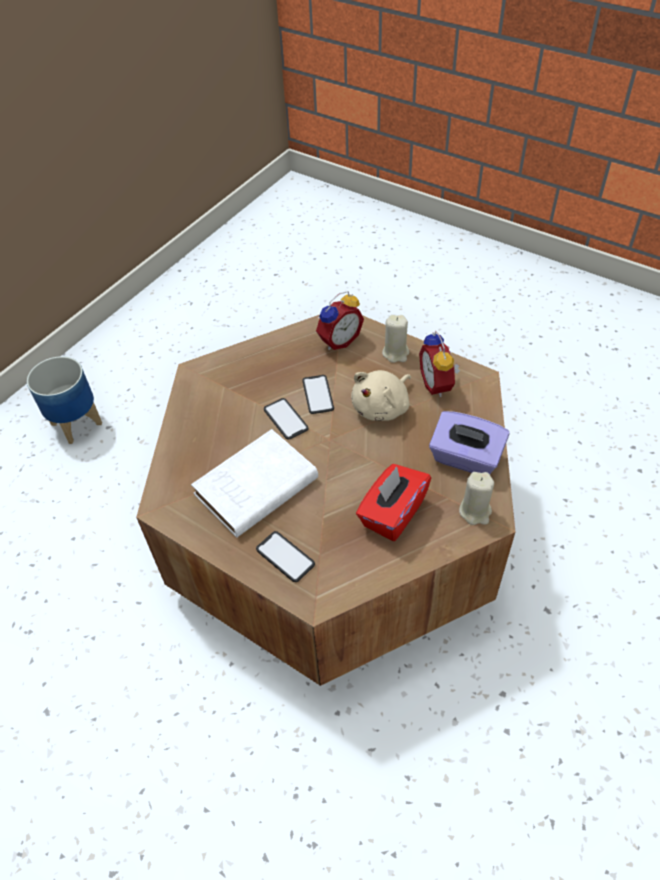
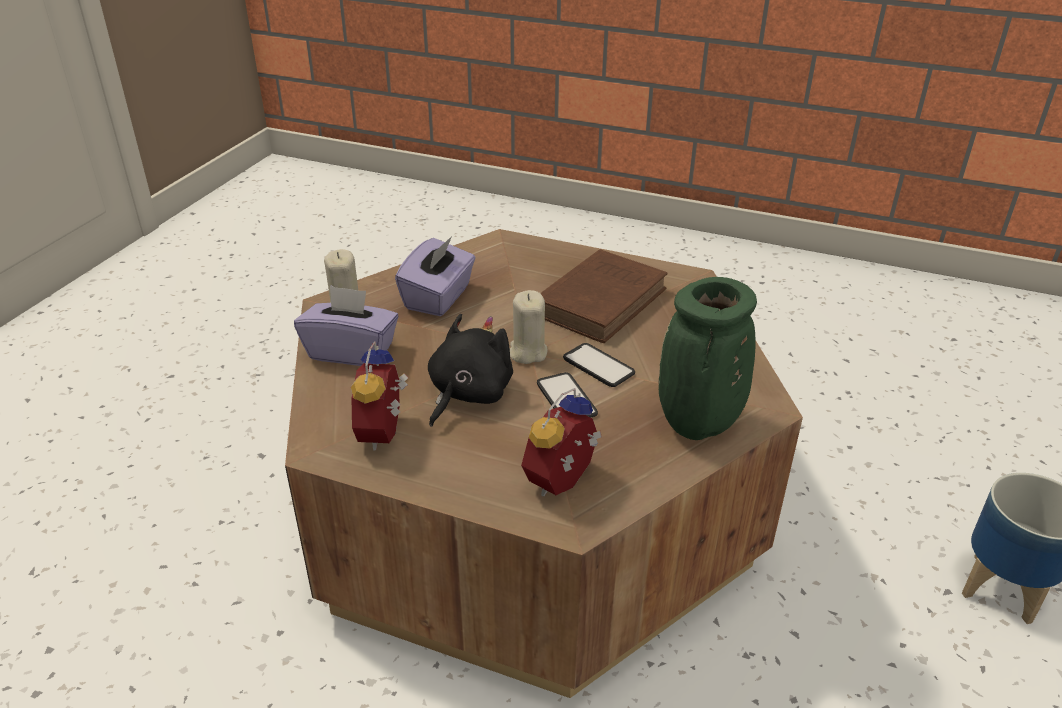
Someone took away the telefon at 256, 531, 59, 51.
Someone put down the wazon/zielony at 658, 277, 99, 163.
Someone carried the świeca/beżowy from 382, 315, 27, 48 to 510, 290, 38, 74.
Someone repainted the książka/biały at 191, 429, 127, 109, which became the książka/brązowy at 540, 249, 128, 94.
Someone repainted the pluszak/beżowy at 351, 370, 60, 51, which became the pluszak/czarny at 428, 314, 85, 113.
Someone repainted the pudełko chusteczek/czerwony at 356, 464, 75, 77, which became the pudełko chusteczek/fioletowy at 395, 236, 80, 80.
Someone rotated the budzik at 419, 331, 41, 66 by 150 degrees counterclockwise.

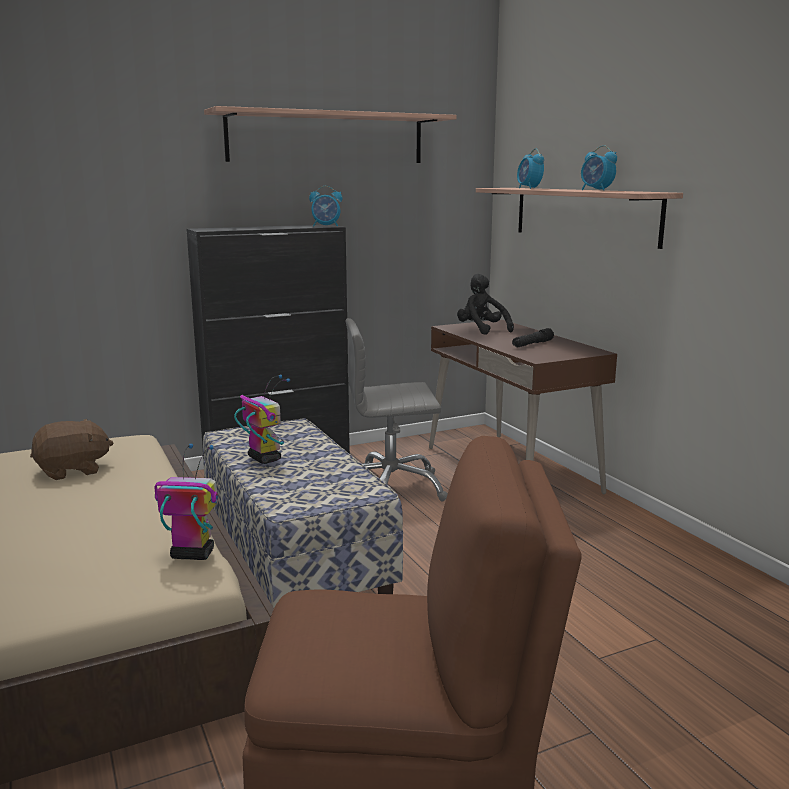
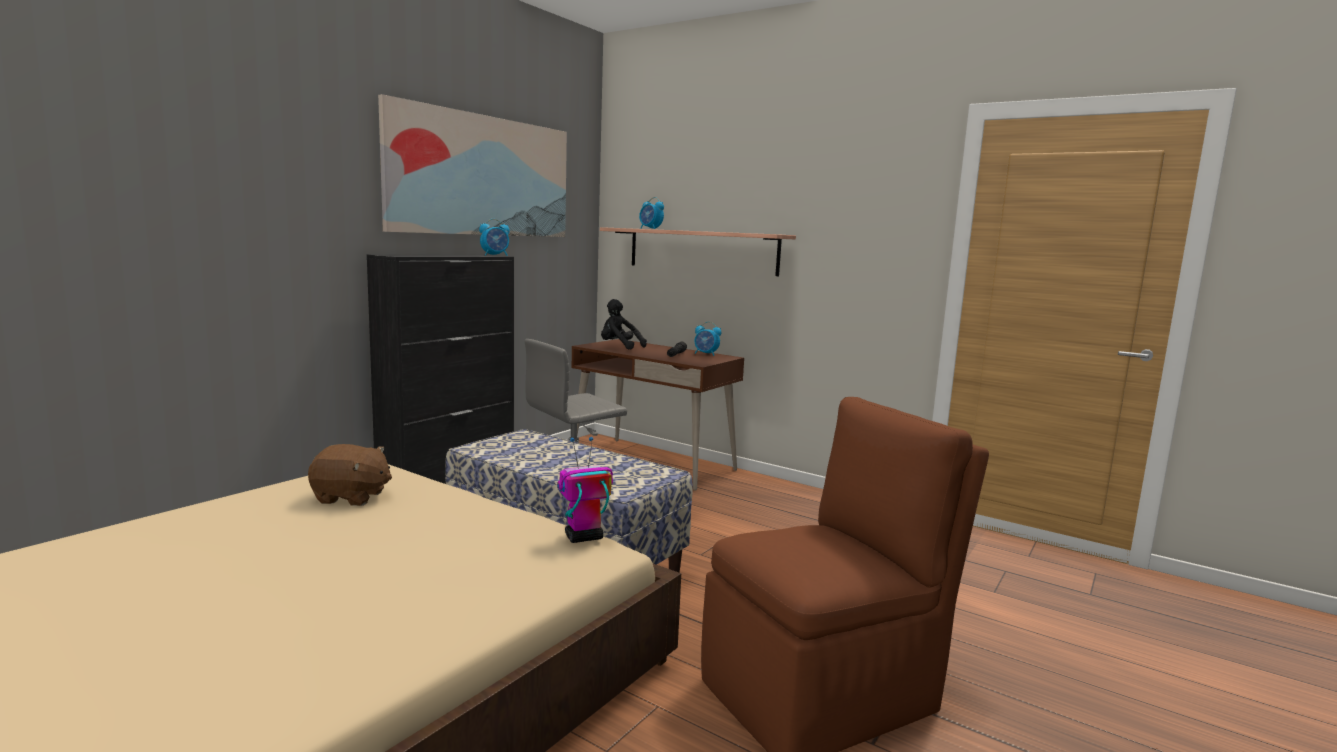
Someone took away the robot zabawkowy at 234, 375, 56, 89.
Someone carried the budzik from 581, 145, 36, 46 to 695, 322, 27, 34.
Someone swapped the półka at 204, 106, 253, 57 for the obraz at 378, 94, 189, 143.
Someone rotated the pluszak/brązowy at 30, 419, 83, 61 by 60 degrees clockwise.

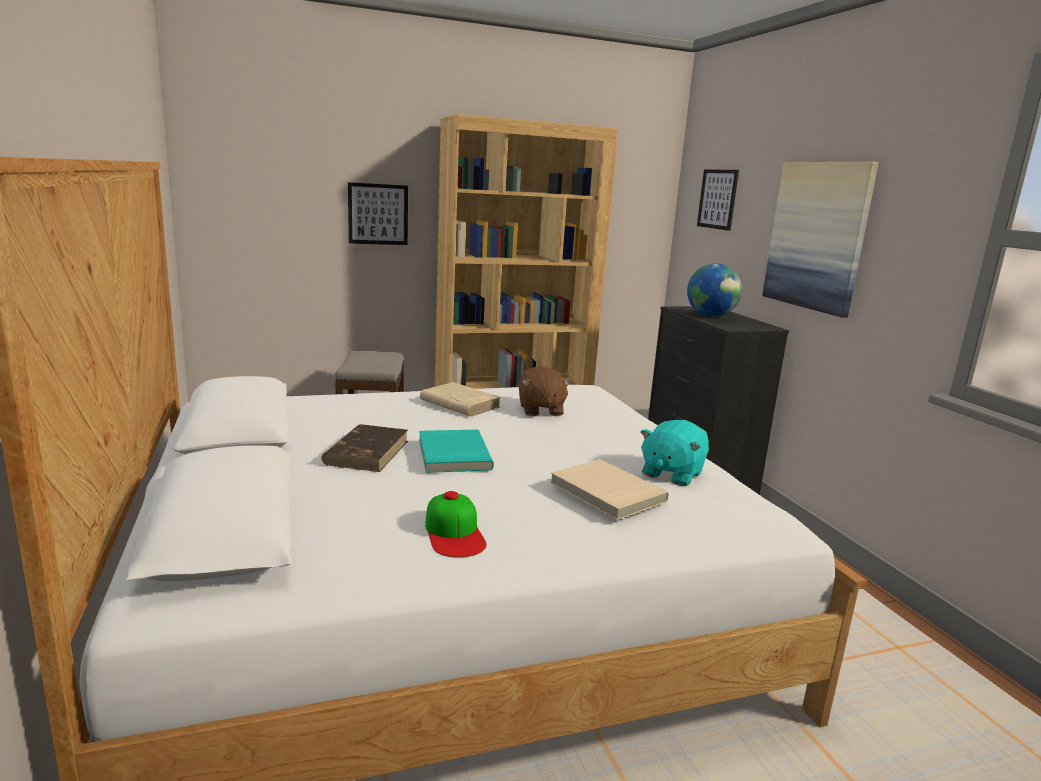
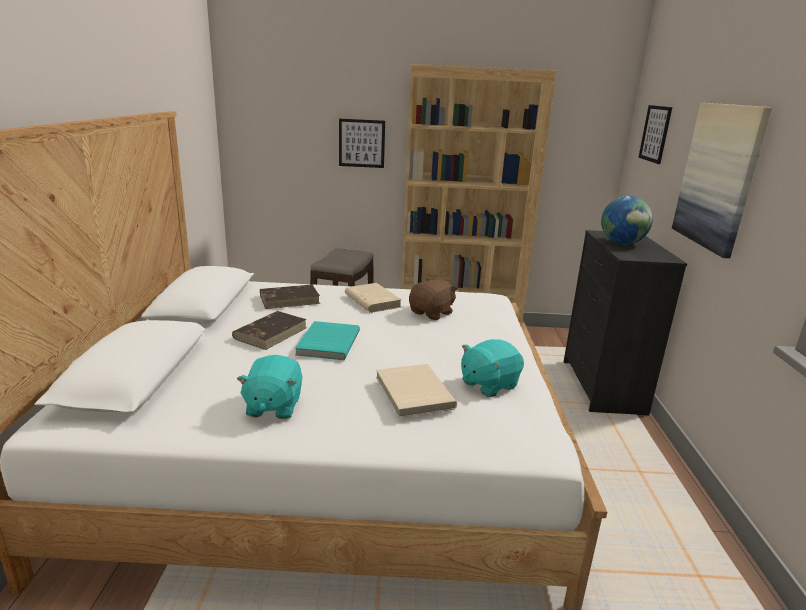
Someone put down the książka/brązowy at 260, 284, 60, 25.
Someone swapped the czapka z daszkiem at 425, 491, 61, 67 for the pluszak/turkusowy at 237, 355, 66, 64.
Someone rotated the pluszak/brązowy at 519, 366, 52, 50 by 150 degrees counterclockwise.

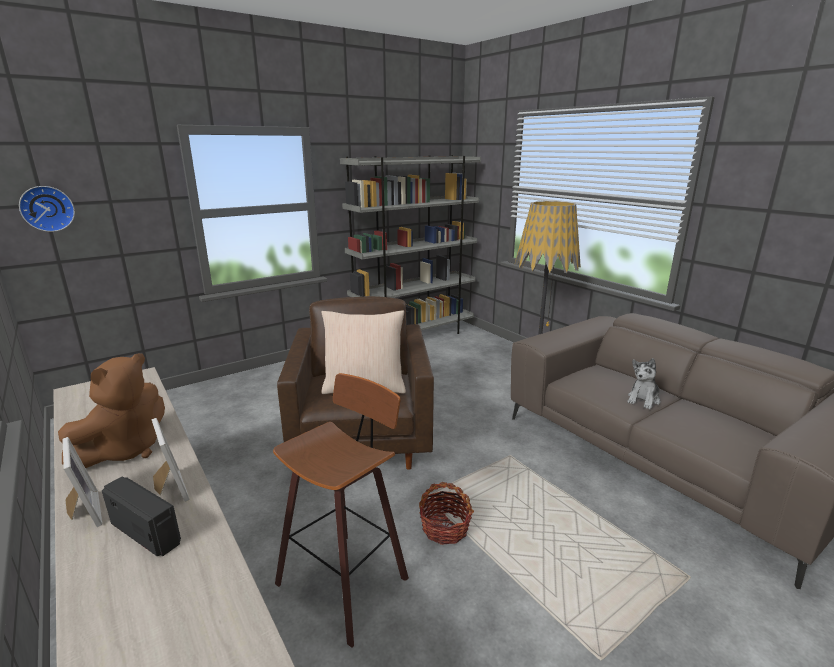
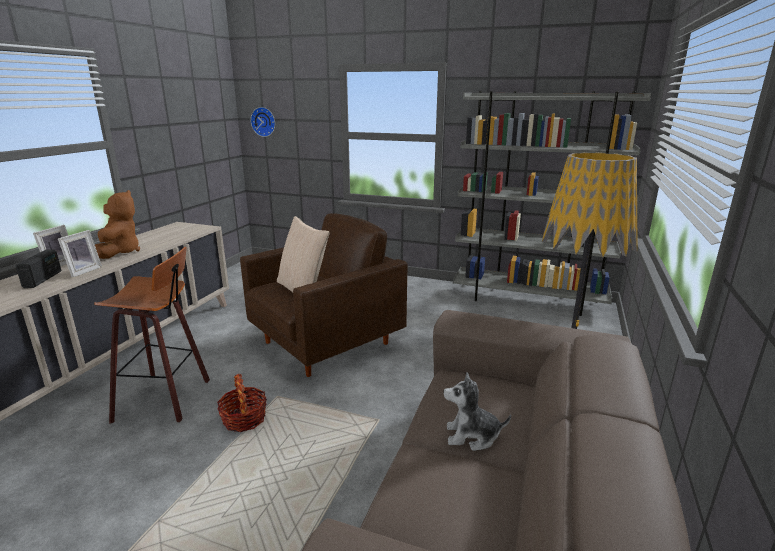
Someone rotated the pluszak/brązowy at 58, 353, 107, 115 by 90 degrees counterclockwise.

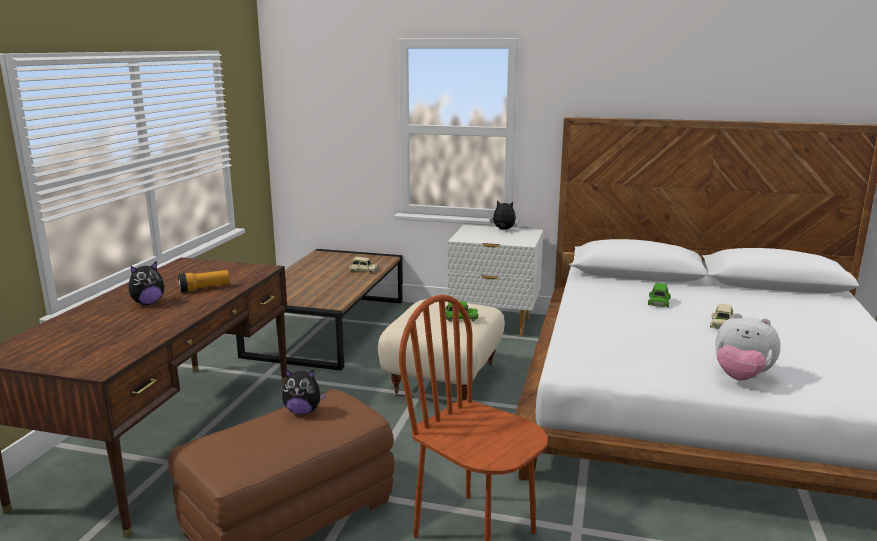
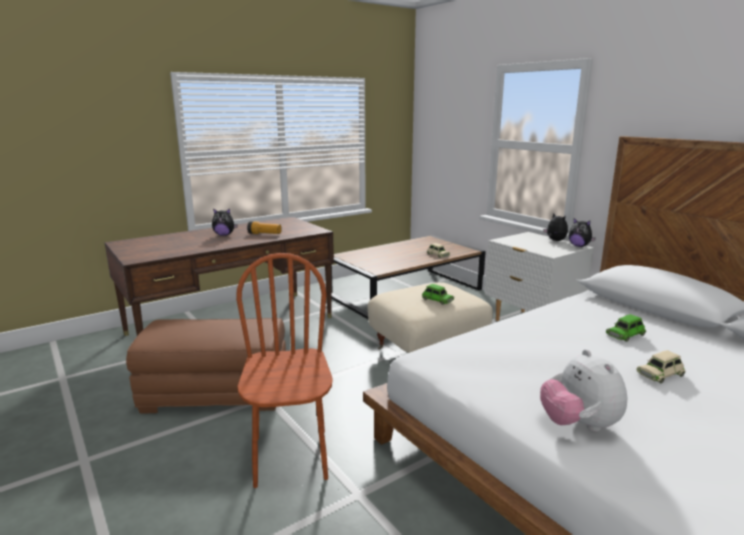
Someone carried the pluszak from 282, 369, 44, 46 to 569, 218, 27, 29.

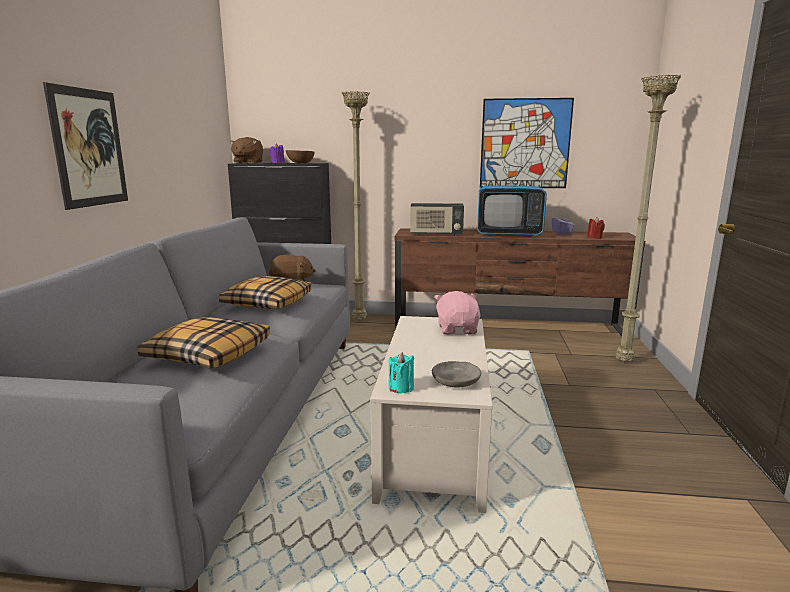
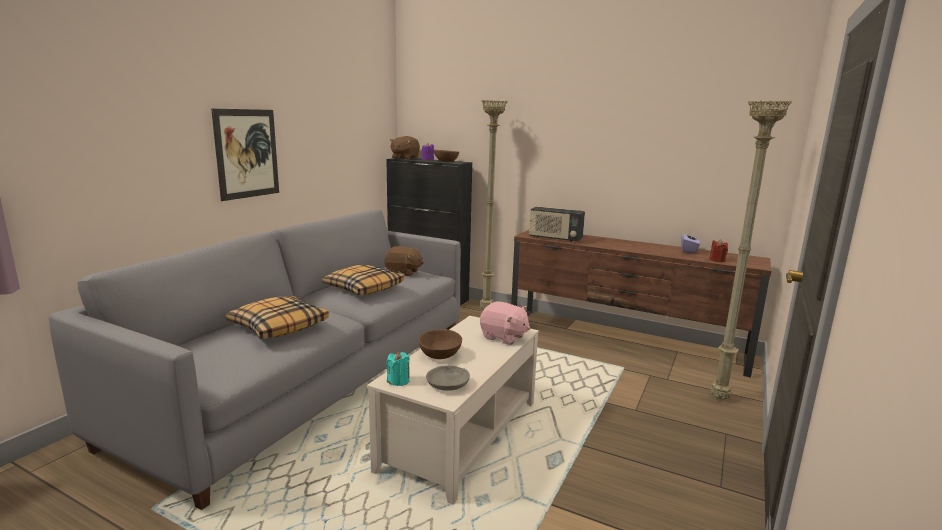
Someone took away the telewizor at 477, 153, 70, 84.
Someone took away the obraz at 480, 98, 94, 90.
Someone put down the miska/brązowy at 419, 329, 43, 30.
Someone rotated the pluszak/różowy at 434, 291, 46, 44 by 105 degrees clockwise.

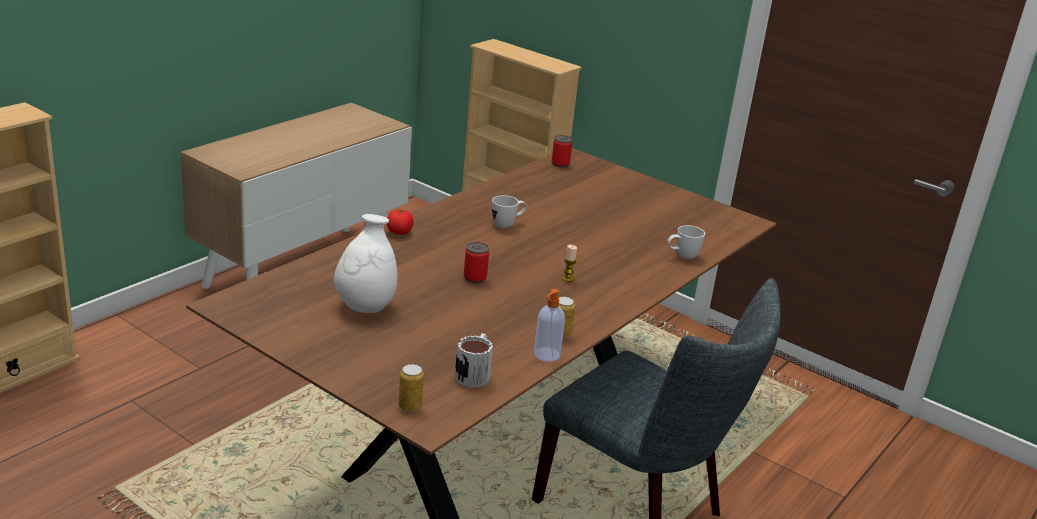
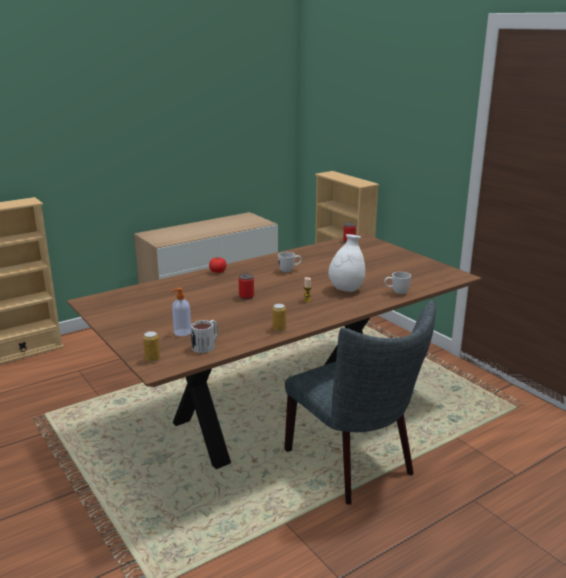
Someone carried the wazon/biały from 334, 214, 64, 99 to 328, 234, 37, 58.
Someone carried the dozownik mydła from 534, 289, 31, 73 to 171, 288, 20, 48.

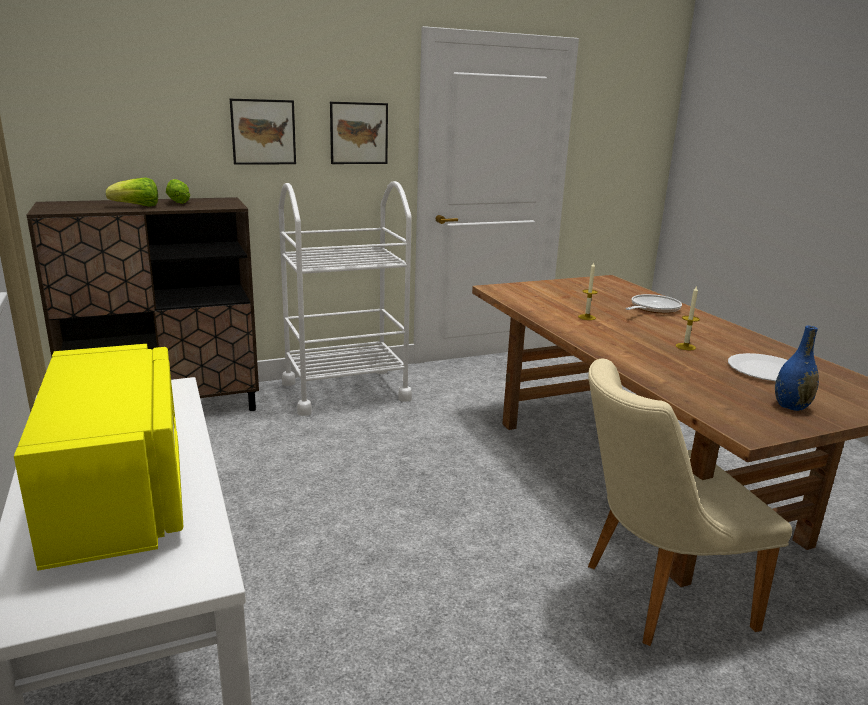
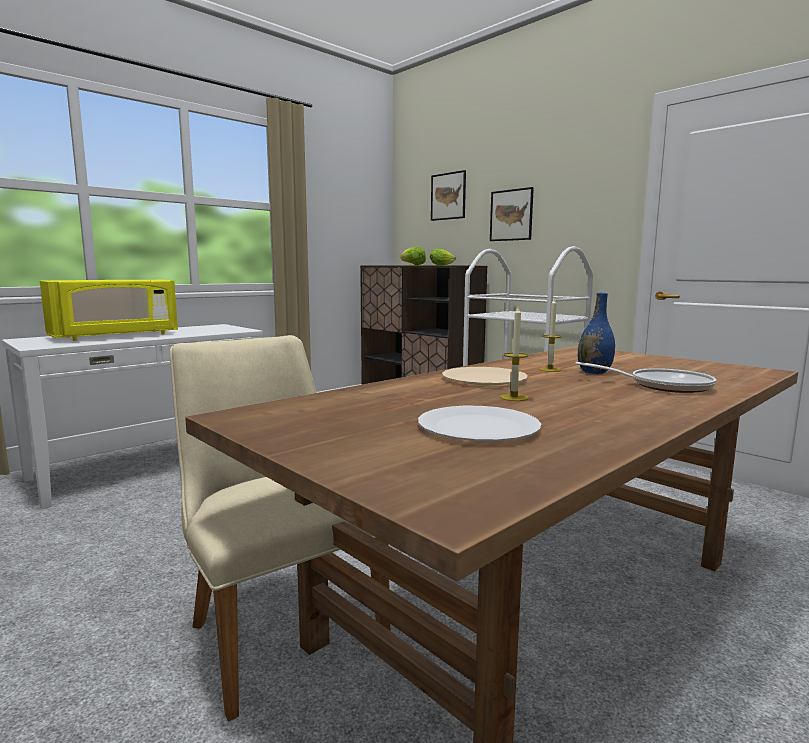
Someone put down the talerz/beżowy at 442, 367, 86, 18.
Someone carried the obraz from 330, 102, 58, 62 to 431, 170, 35, 51.
Someone carried the wazon/niebieski from 775, 325, 44, 86 to 578, 293, 37, 81.

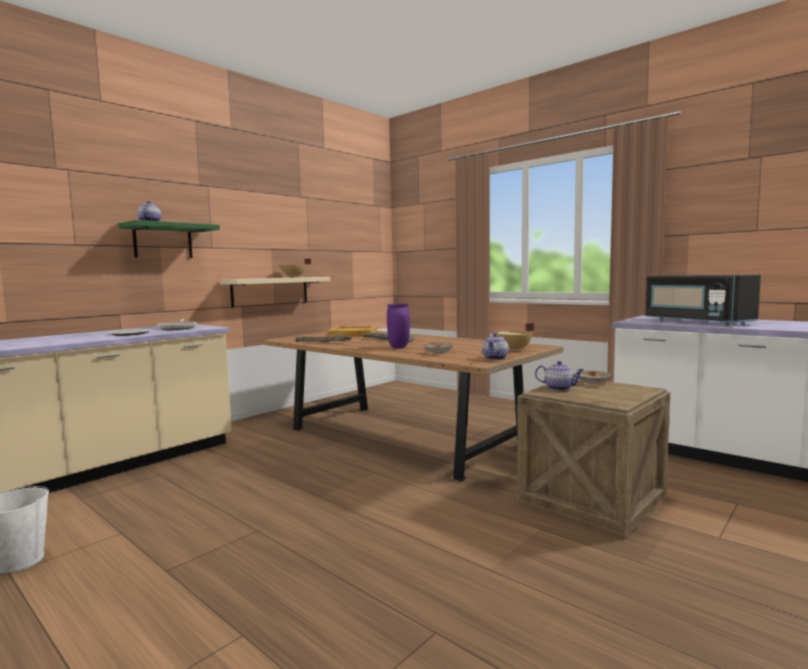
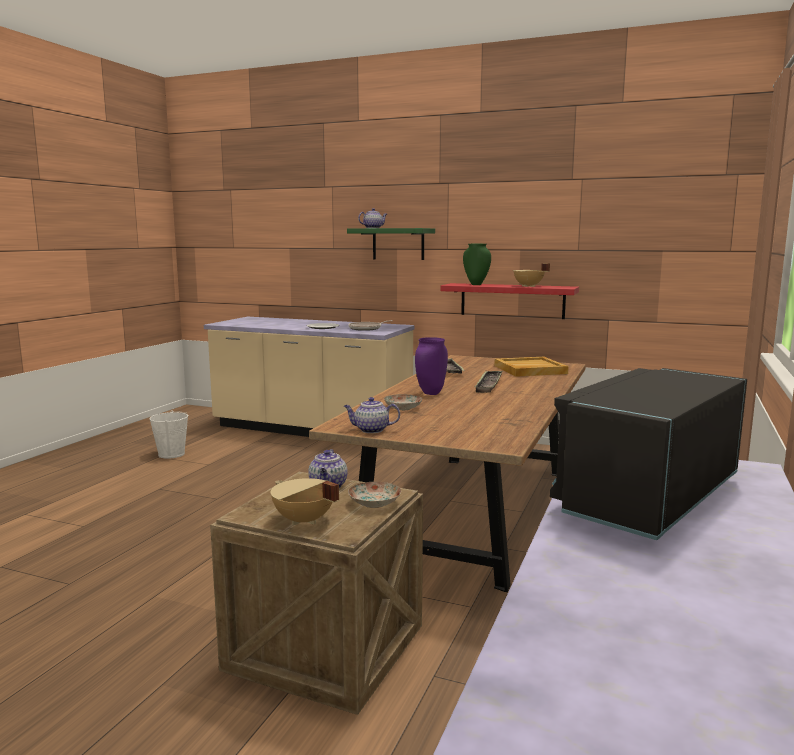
Someone put down the wazon/zielony at 463, 244, 28, 41.
Someone carried the garnek/beżowy from 497, 323, 37, 28 to 271, 478, 68, 48.
Someone repainted the półka/beżowy at 220, 277, 110, 31, which became the półka/czerwony at 441, 283, 138, 36.

